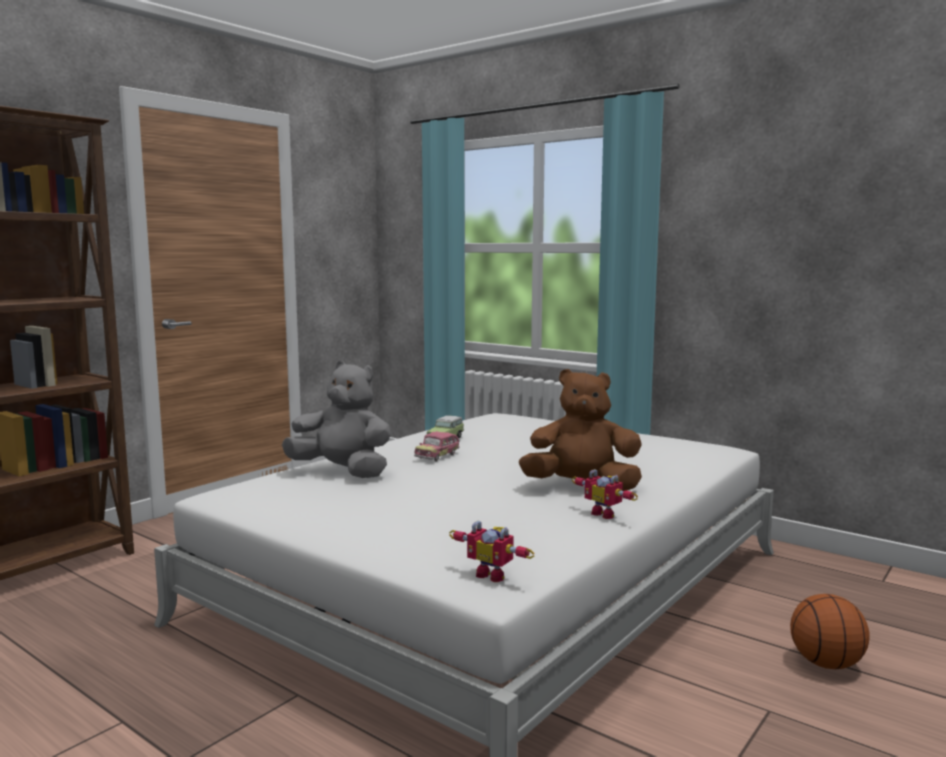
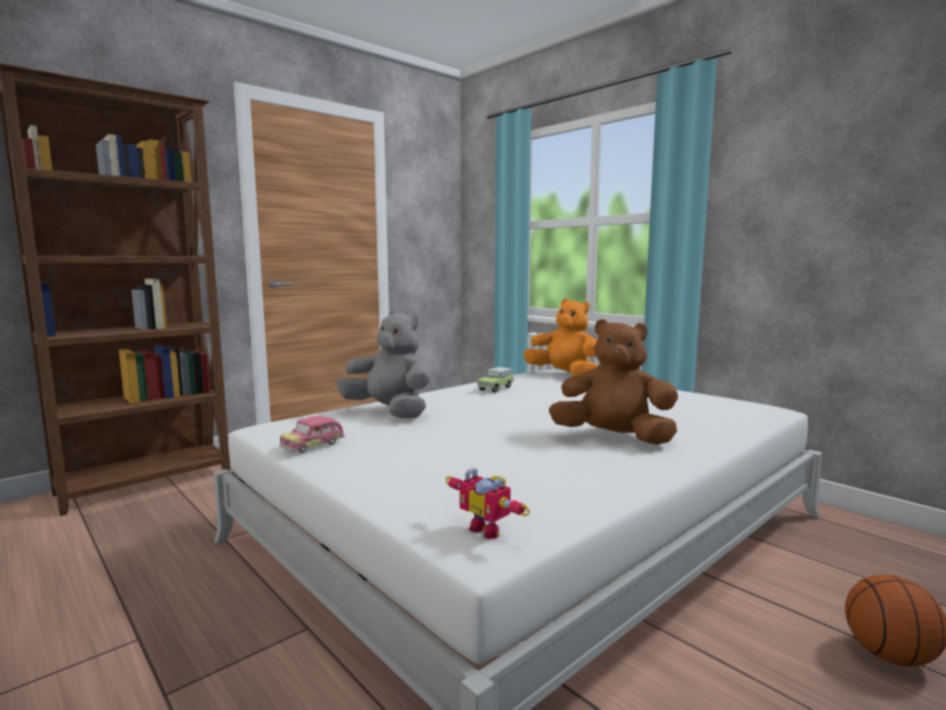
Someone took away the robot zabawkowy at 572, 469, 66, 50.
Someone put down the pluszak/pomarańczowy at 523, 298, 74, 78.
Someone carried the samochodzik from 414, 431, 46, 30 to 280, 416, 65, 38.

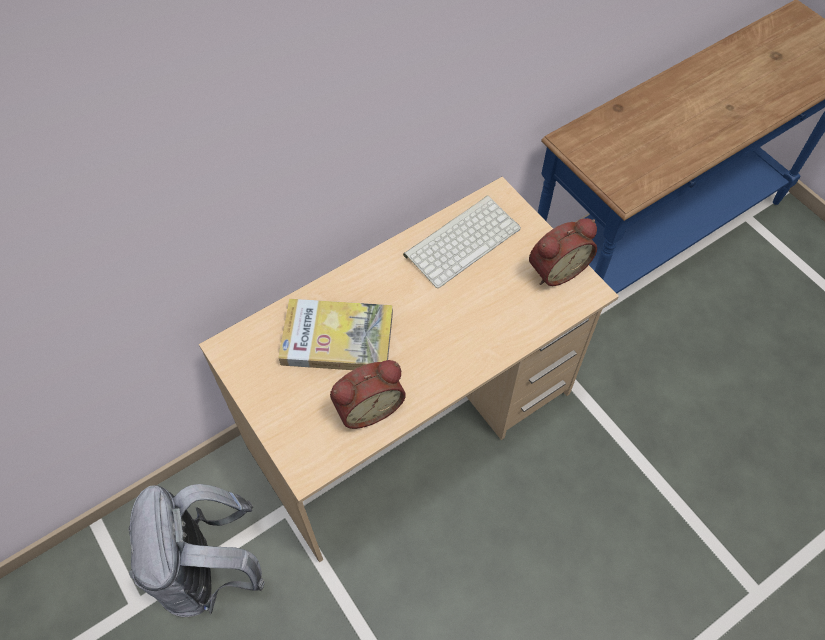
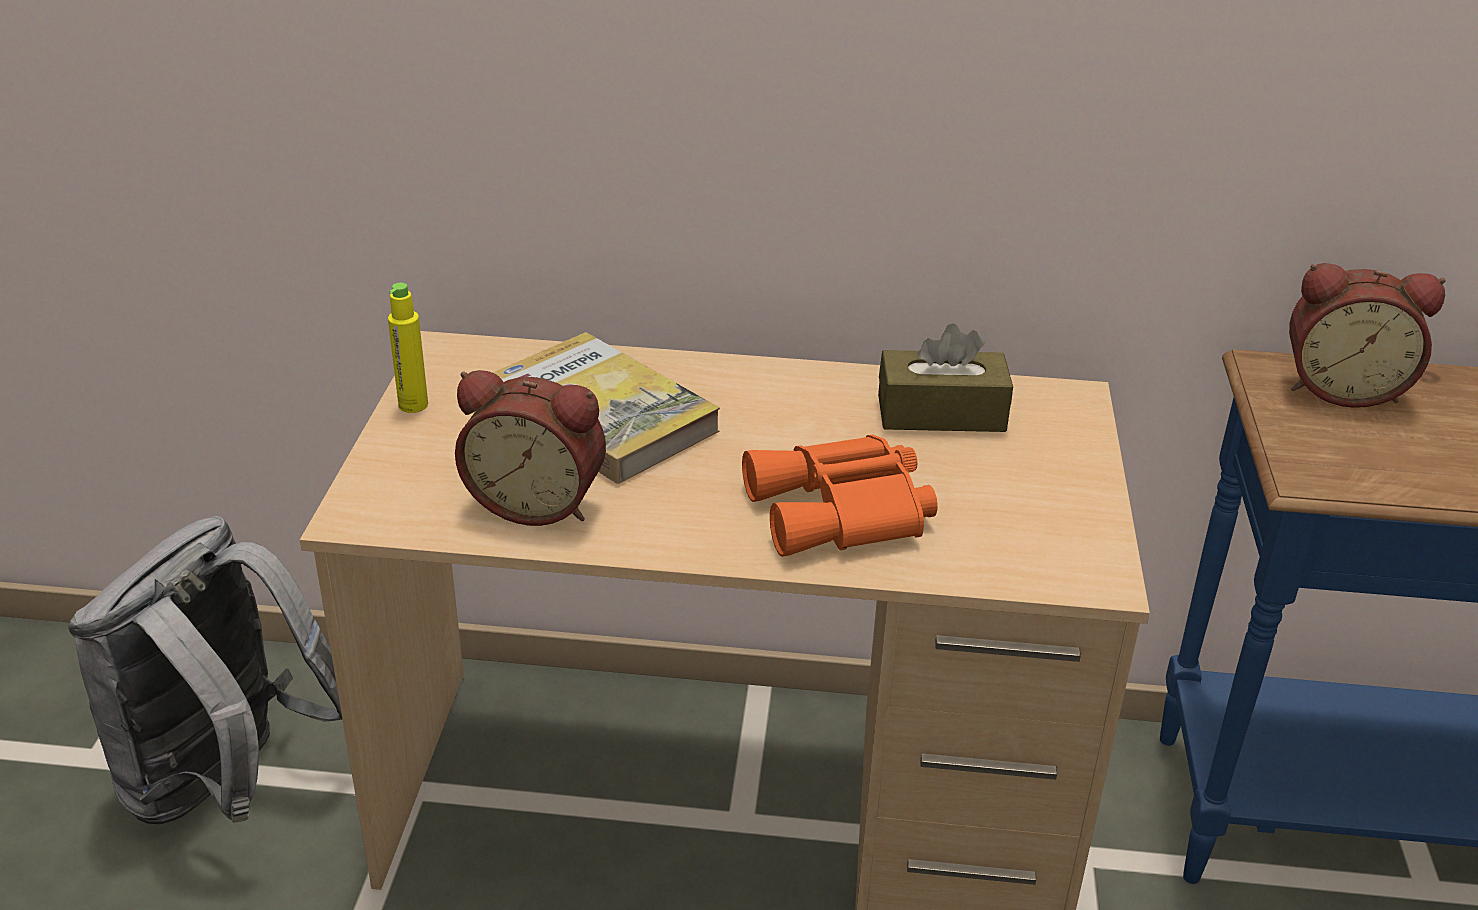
Someone put down the butelka/żółty at 388, 283, 40, 130.
Someone put down the lornetka/pomarańczowy at 742, 435, 196, 122.
Someone carried the budzik from 529, 218, 68, 68 to 1289, 263, 157, 145.
Someone swapped the klawiatura at 403, 195, 118, 93 for the pudełko chusteczek/brązowy at 878, 323, 135, 109.

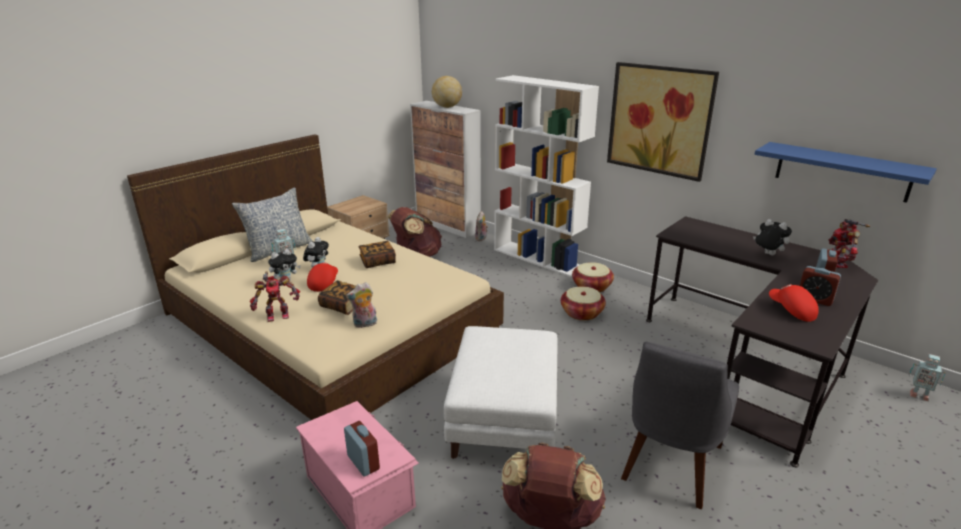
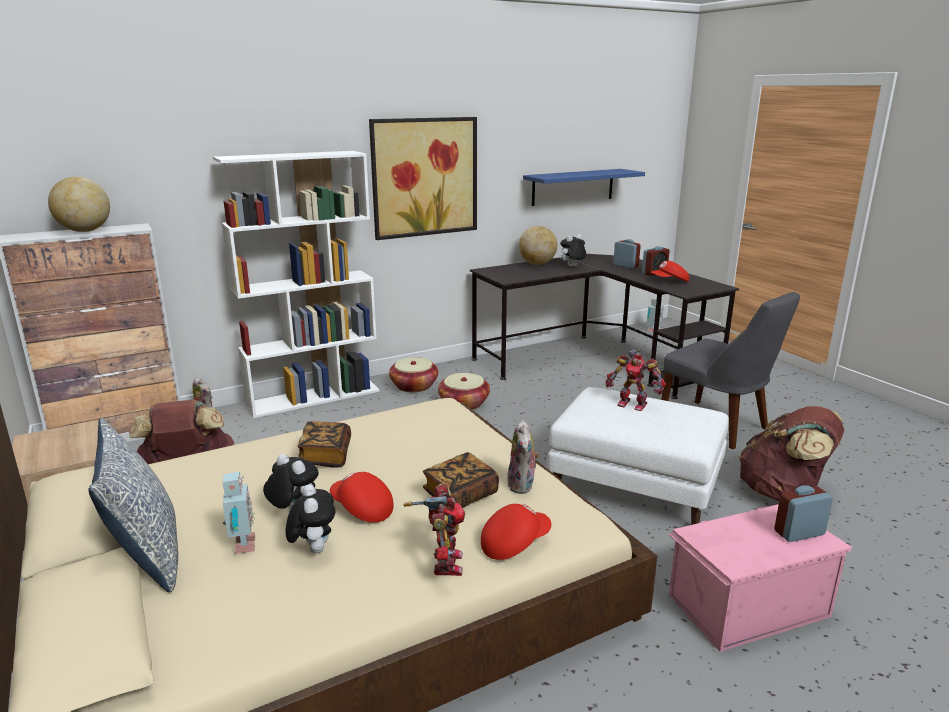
Someone put down the czapka z daszkiem/czerwony at 481, 504, 70, 56.
Someone put down the globus at 519, 226, 38, 39.
Someone carried the robot zabawkowy from 828, 219, 42, 49 to 606, 349, 60, 62.

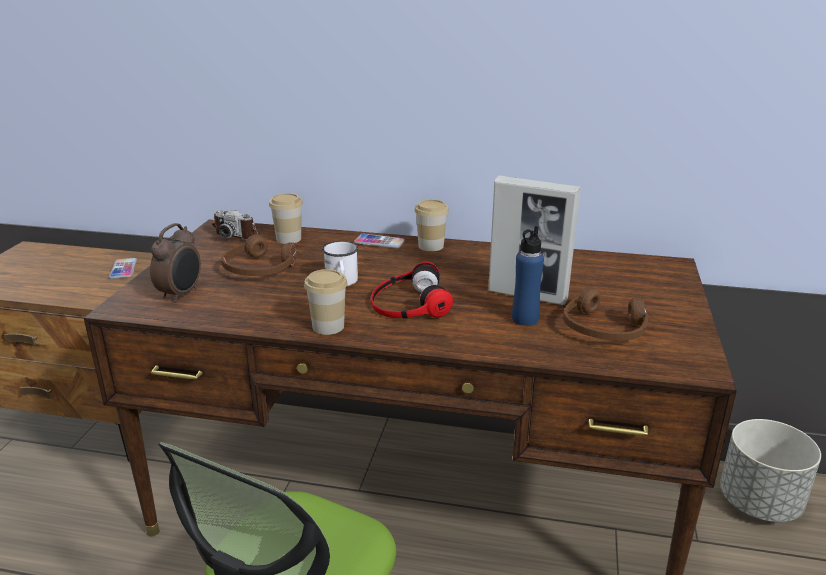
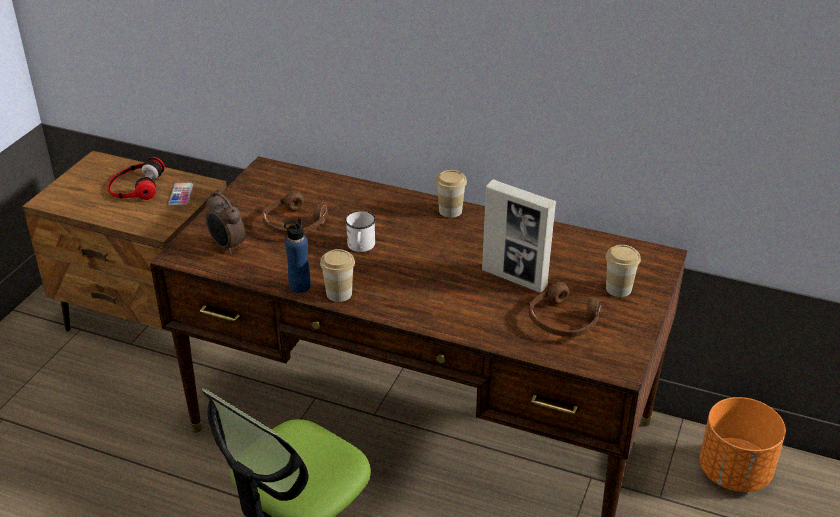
Someone took away the aparat fotograficzny at 212, 210, 51, 29.
Someone took away the telefon at 354, 234, 51, 15.
Someone carried the filiżanka from 269, 193, 34, 51 to 606, 245, 35, 52.
Someone carried the słuchawki from 371, 262, 82, 57 to 107, 157, 58, 43.
Someone carried the butelka/niebieski from 512, 226, 32, 100 to 284, 217, 27, 76.
Someone repainted the donica/szary at 720, 419, 101, 103, which became the donica/pomarańczowy at 699, 397, 87, 95.
Someone rotated the budzik at 150, 223, 51, 80 by 105 degrees clockwise.

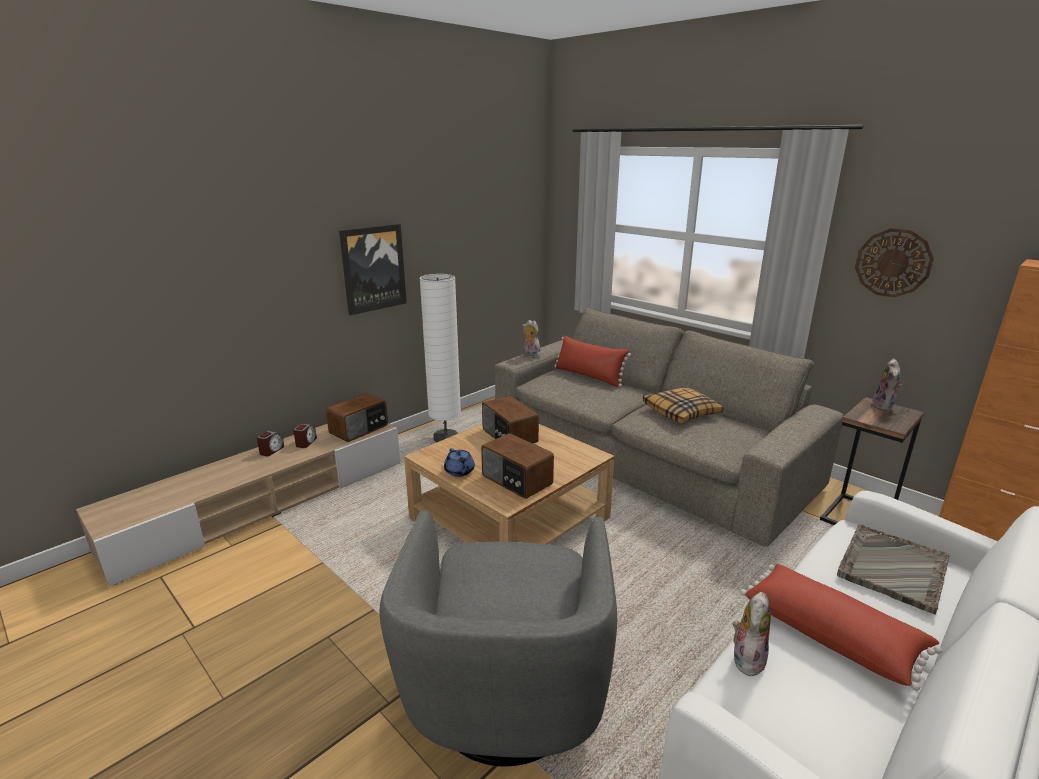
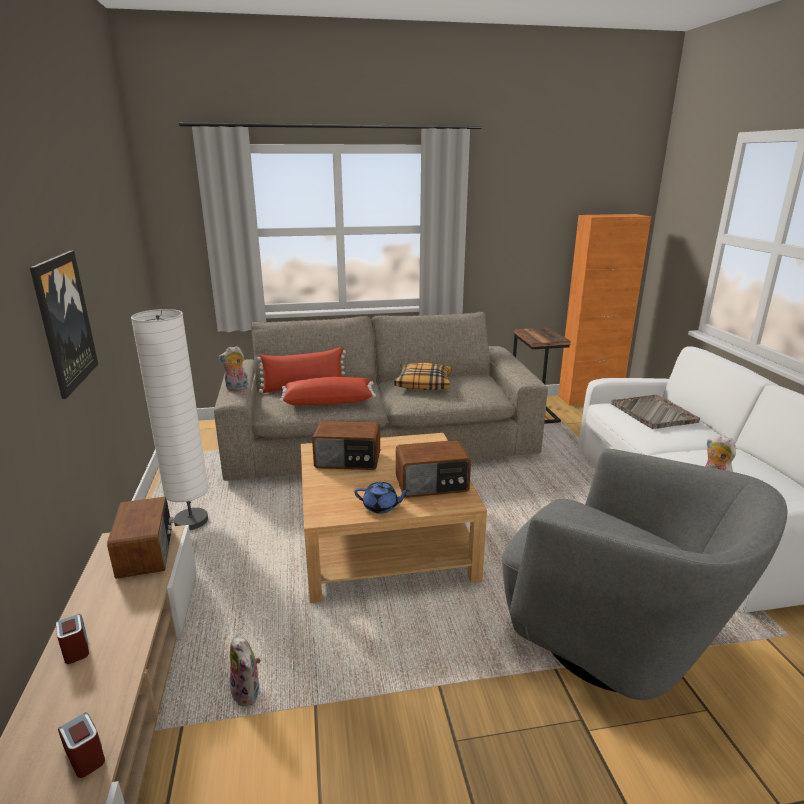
Someone took away the zegar ścienny at 855, 228, 79, 70.
Someone carried the budzik from 293, 424, 24, 24 to 58, 712, 47, 66.
Someone carried the poduszka/czerwony from 740, 564, 202, 127 to 279, 377, 97, 28.
Someone carried the pluszak from 872, 359, 31, 52 to 230, 634, 31, 72.

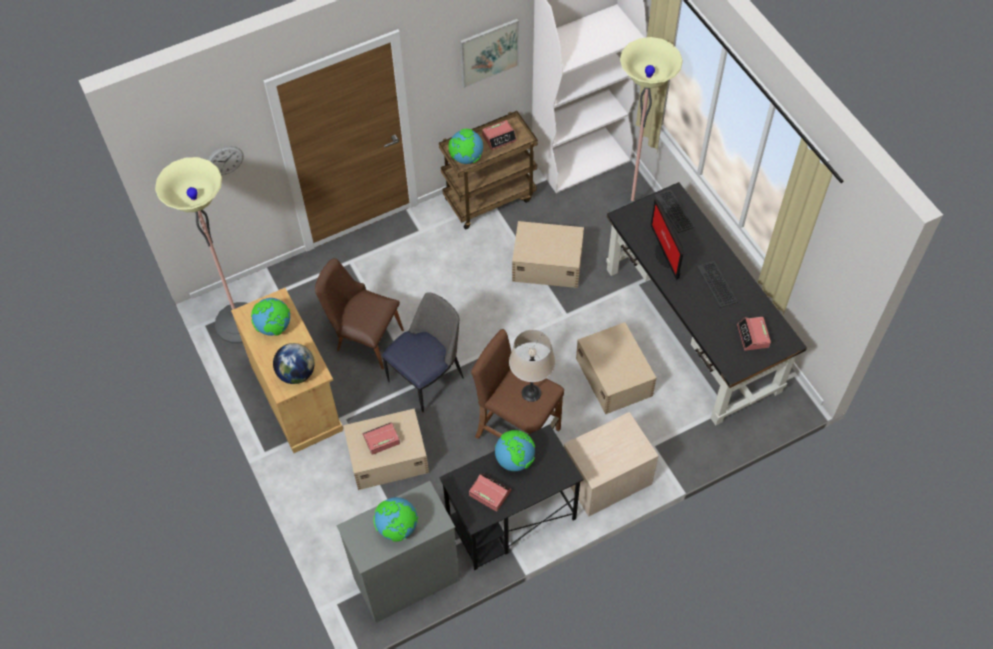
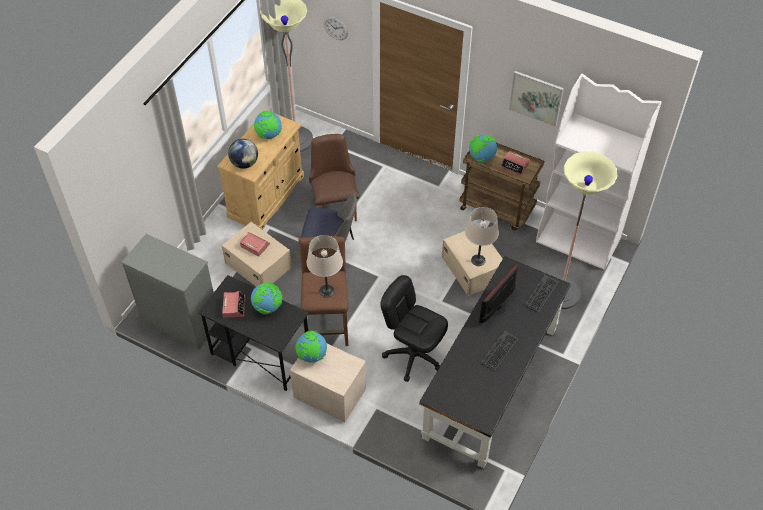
Someone took away the budzik at 737, 317, 34, 34.
Someone put down the lampa stołowa/beżowy at 465, 207, 34, 59.
Someone carried the globus from 373, 497, 45, 45 to 295, 331, 32, 32.
Someone swapped the pojemnik do przechowywania/beżowy at 576, 322, 81, 92 for the krzesło biurowe/czarny at 380, 275, 68, 107.

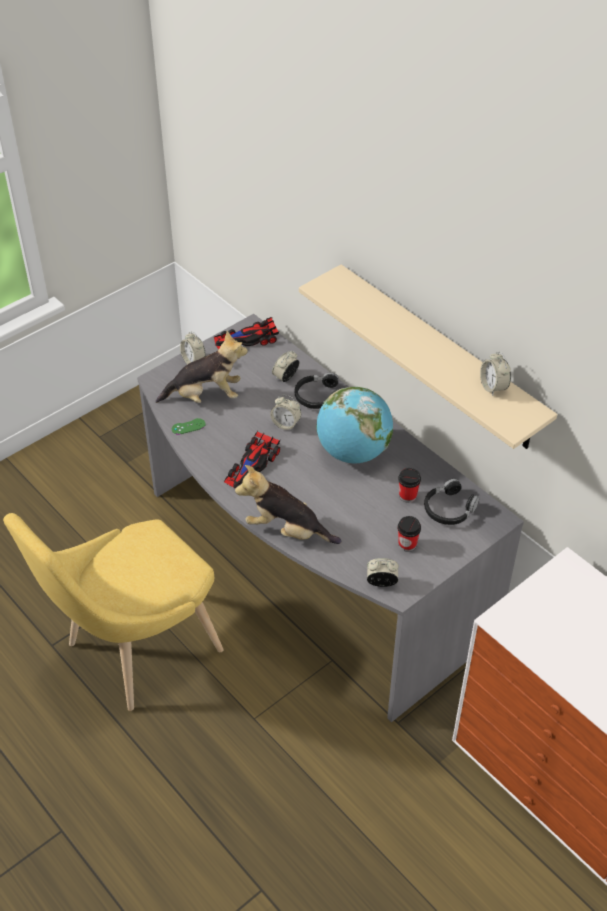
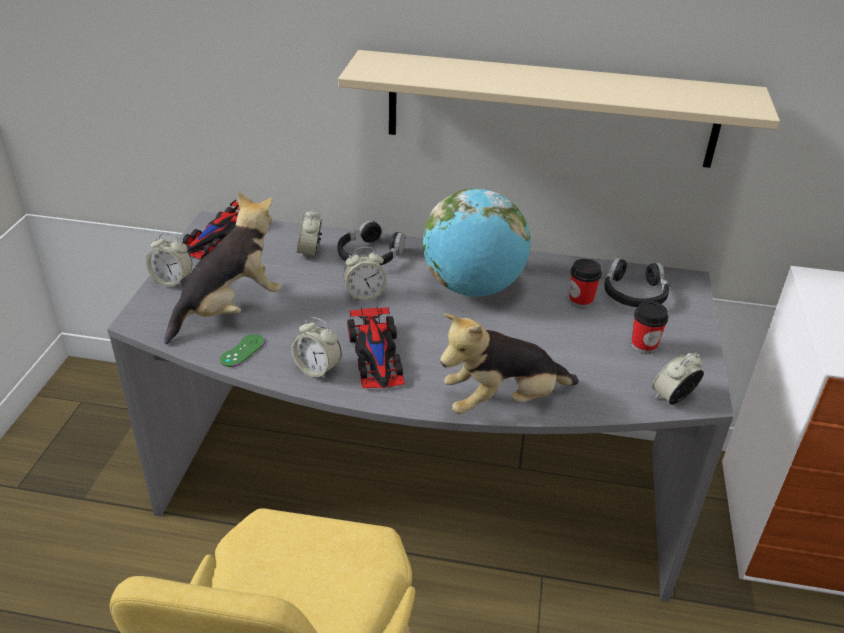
Someone carried the budzik from 480, 351, 31, 45 to 291, 317, 50, 63.

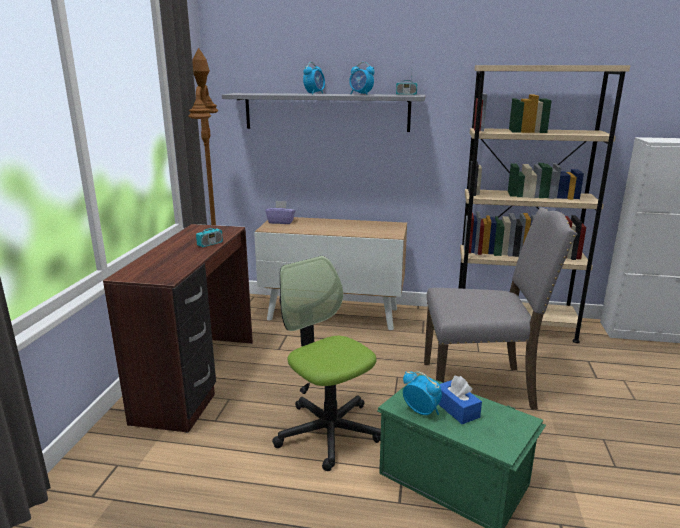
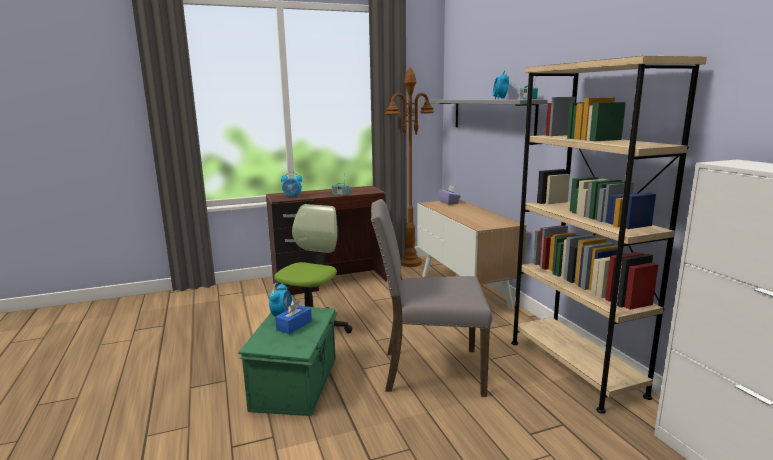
Someone carried the budzik from 303, 62, 22, 33 to 281, 172, 21, 26.
Someone rotated the krzesło/szary at 424, 208, 153, 202 by 120 degrees clockwise.

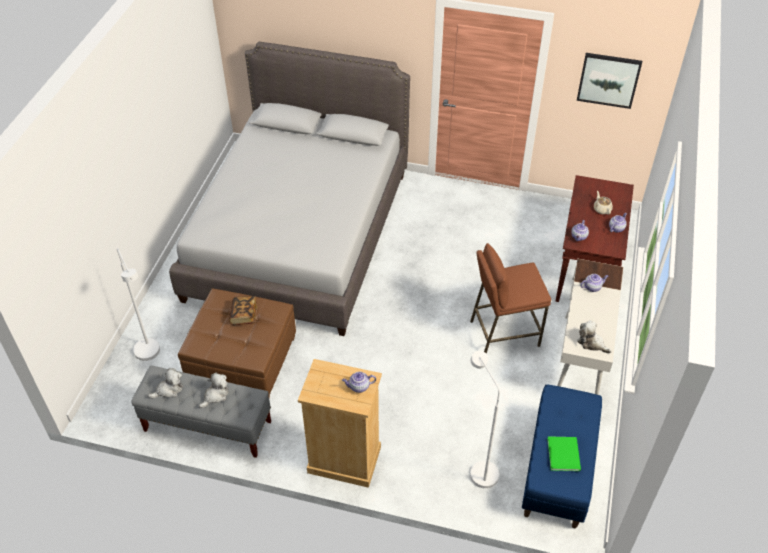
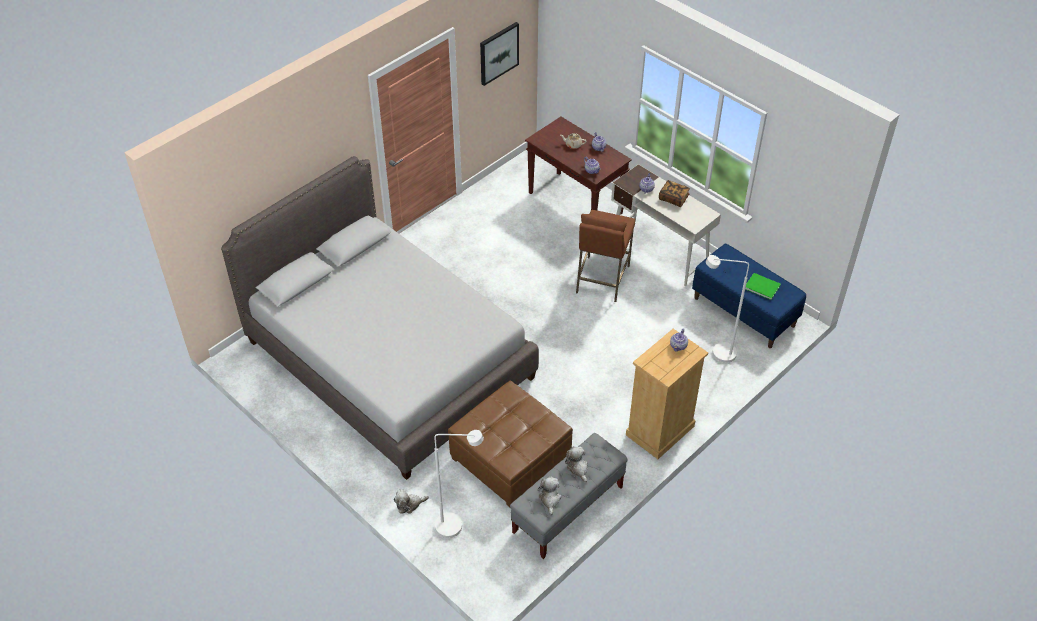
Someone carried the książka from 229, 296, 28, 30 to 659, 180, 31, 27.
Someone carried the pluszak from 577, 320, 35, 33 to 394, 489, 35, 25.

